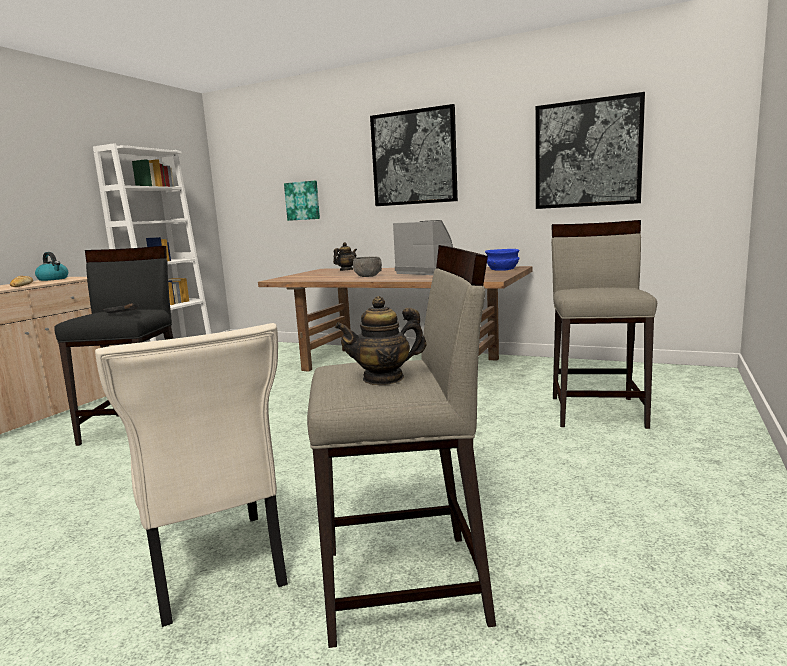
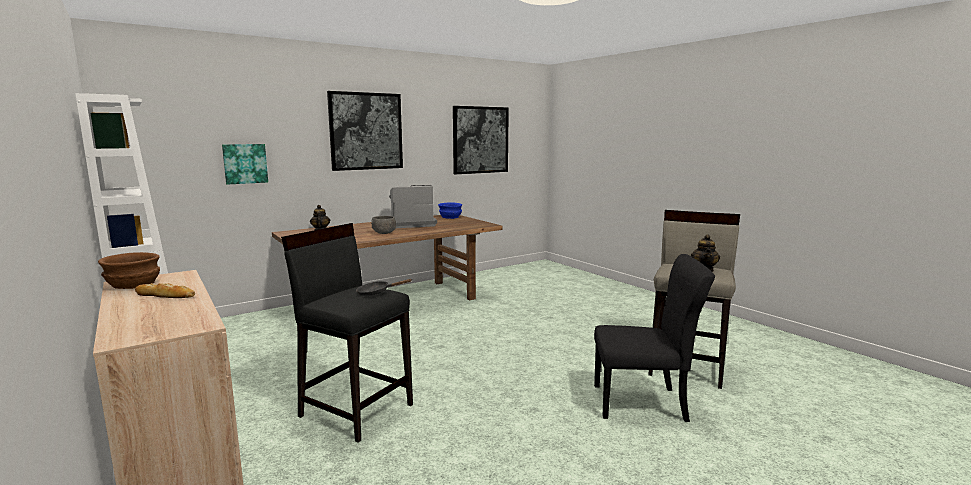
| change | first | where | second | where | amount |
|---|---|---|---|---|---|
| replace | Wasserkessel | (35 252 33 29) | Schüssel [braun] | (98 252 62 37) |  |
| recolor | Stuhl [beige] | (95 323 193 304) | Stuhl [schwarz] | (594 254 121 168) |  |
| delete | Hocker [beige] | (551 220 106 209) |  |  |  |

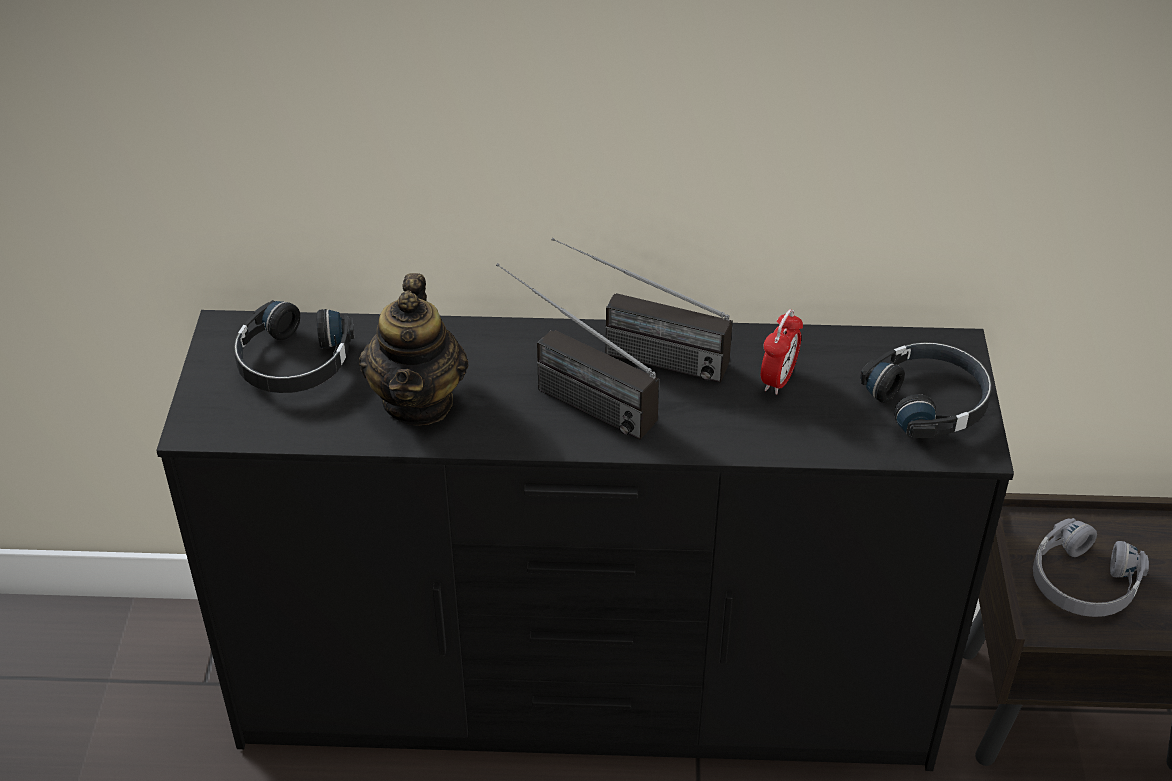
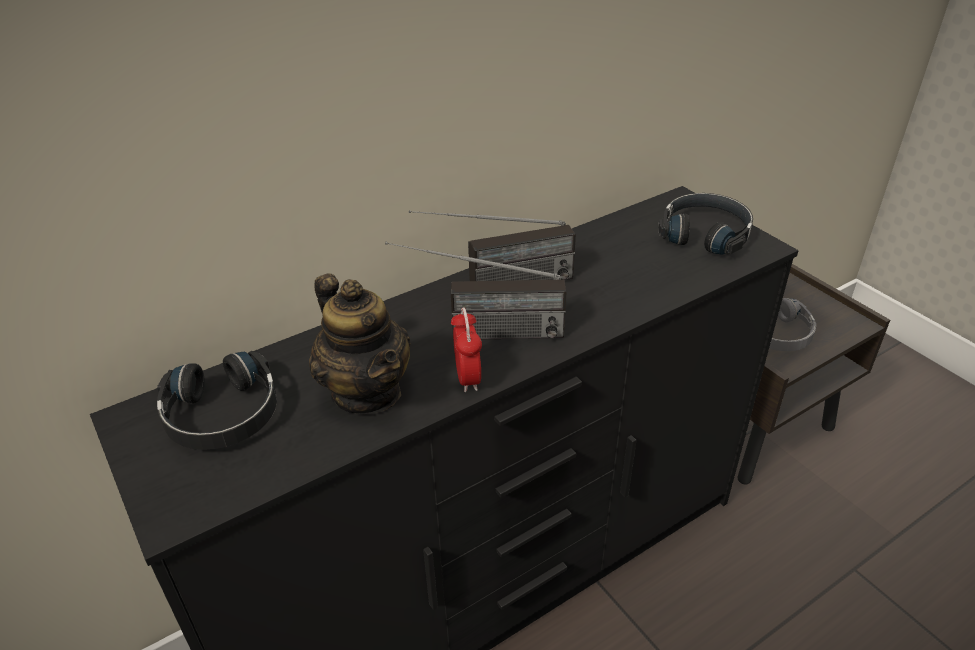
| change | first | where | second | where | amount |
|---|---|---|---|---|---|
| move | Wecker | (761 309 42 86) |  | (451 307 31 85) |  |

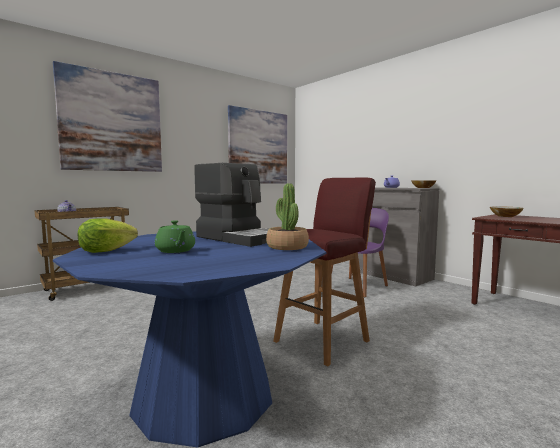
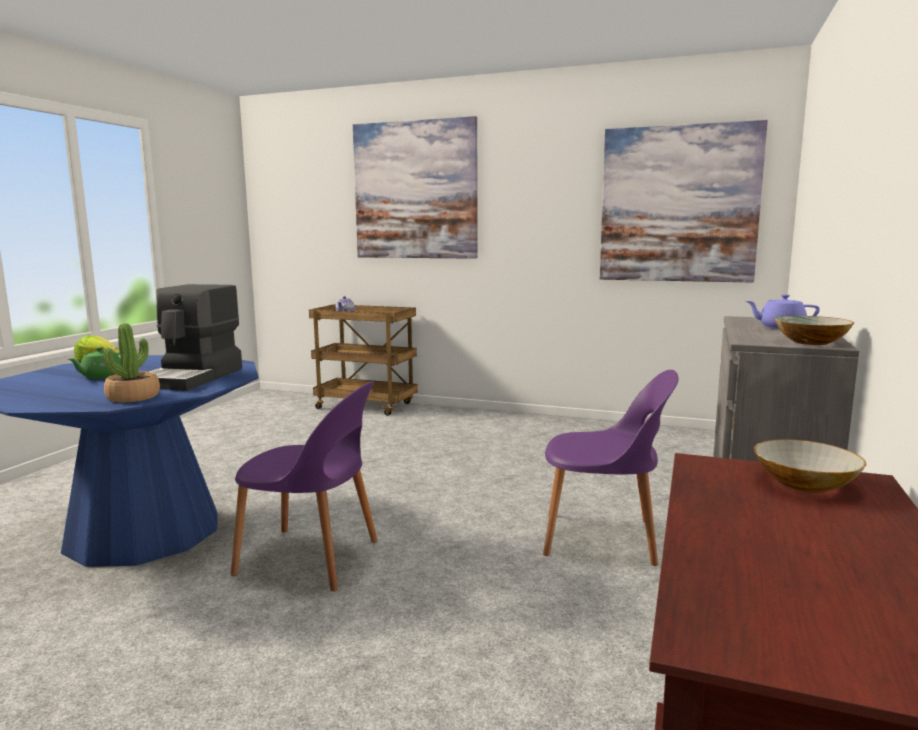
| change | first | where | second | where | amount |
|---|---|---|---|---|---|
| replace | Hocker [rot] | (273 177 103 190) | Stuhl [lila] | (231 381 147 210) |  |

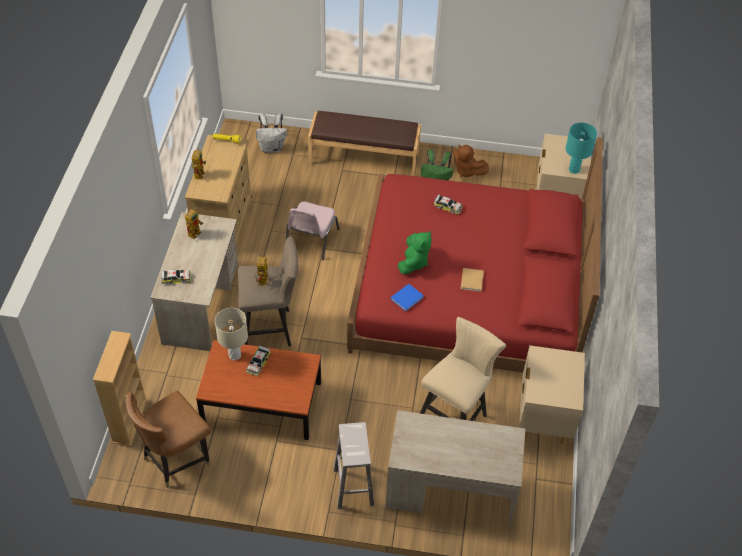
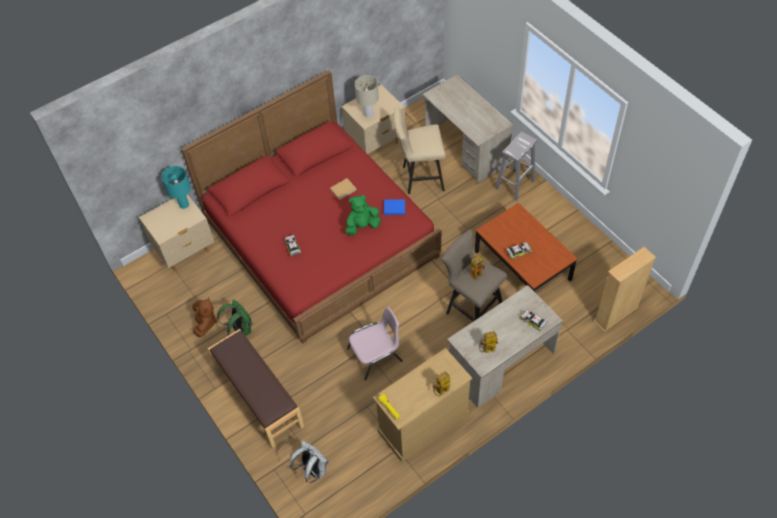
| change | first | where | second | where | amount |
|---|---|---|---|---|---|
| delete | Stuhl [braun] | (126 391 85 97) |  |  |  |
| move | Tischlampe [beige] | (215 308 33 52) |  | (355 75 24 43) |  |

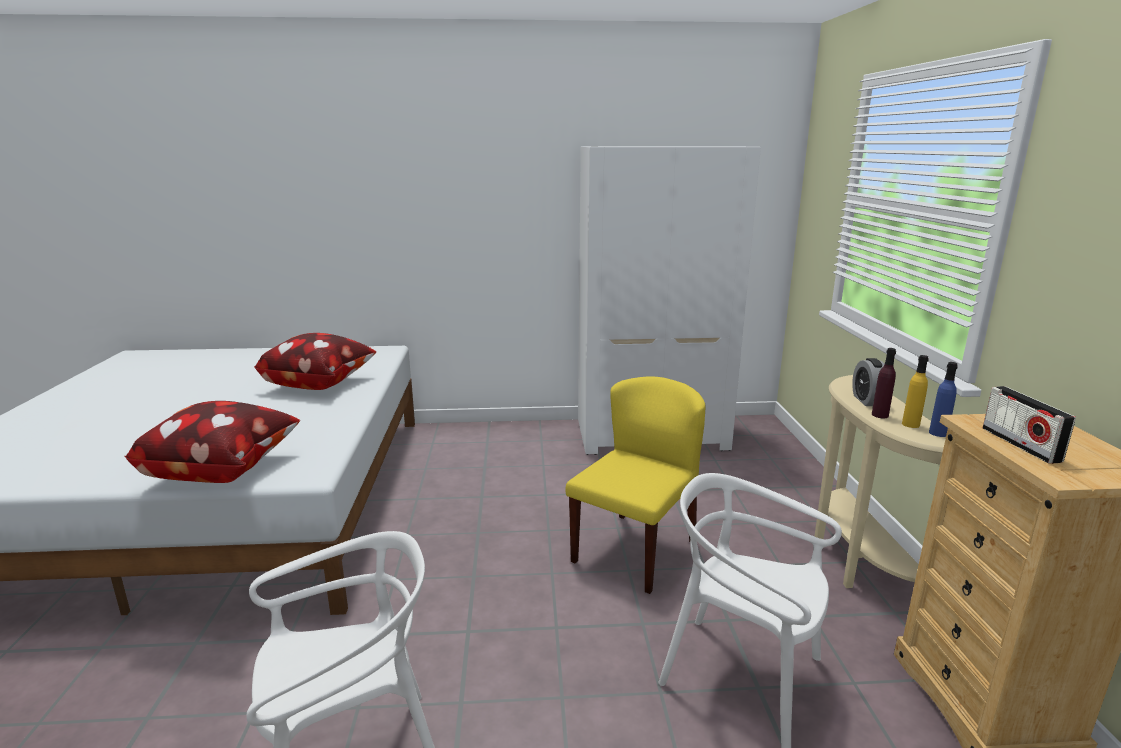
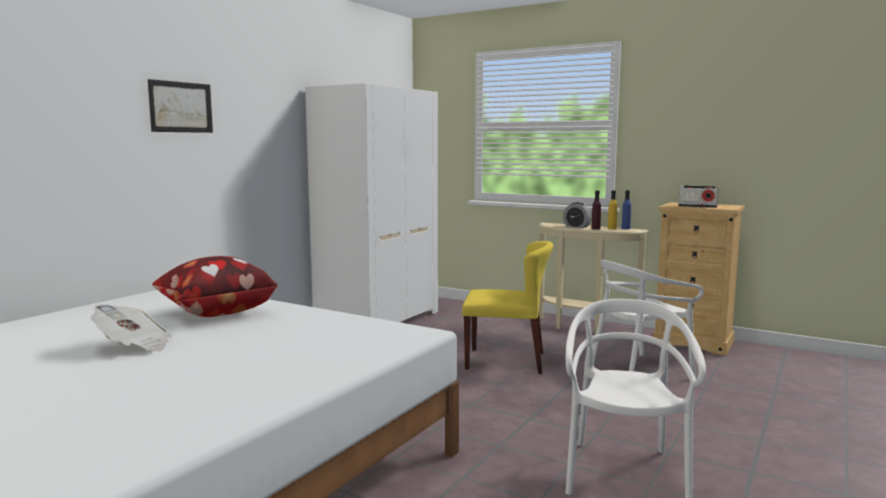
| change | first | where | second | where | amount |
|---|---|---|---|---|---|
| delete | Kissen | (125 401 175 82) |  |  |  |
| rotate | Stuhl [gelb] | (565 376 141 218) |  | (462 241 91 133) | 120 degrees clockwise |
| insert |  |  | Zeitung | (90 304 82 48) |  |
| insert |  |  | Bild | (148 79 65 54) |  |

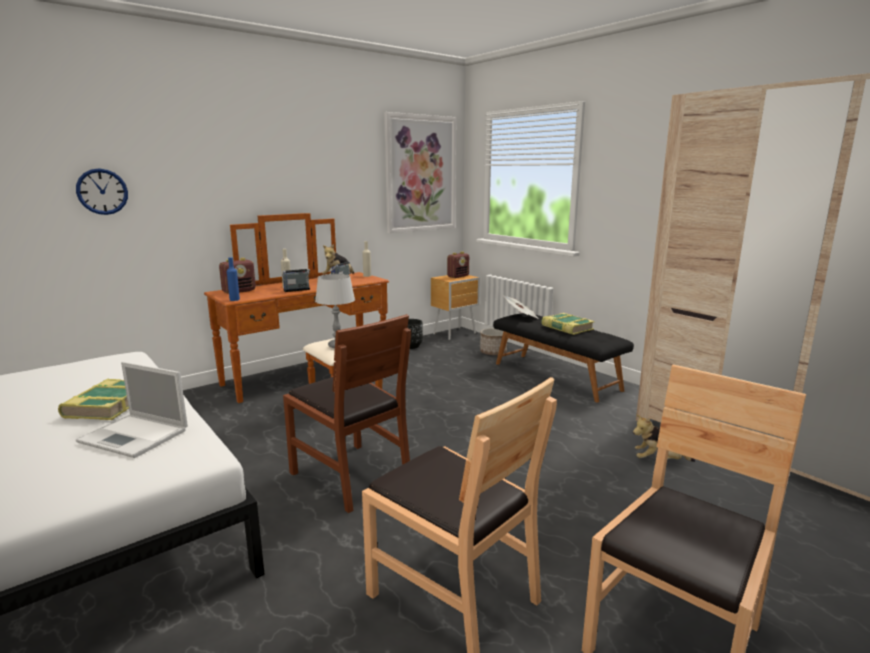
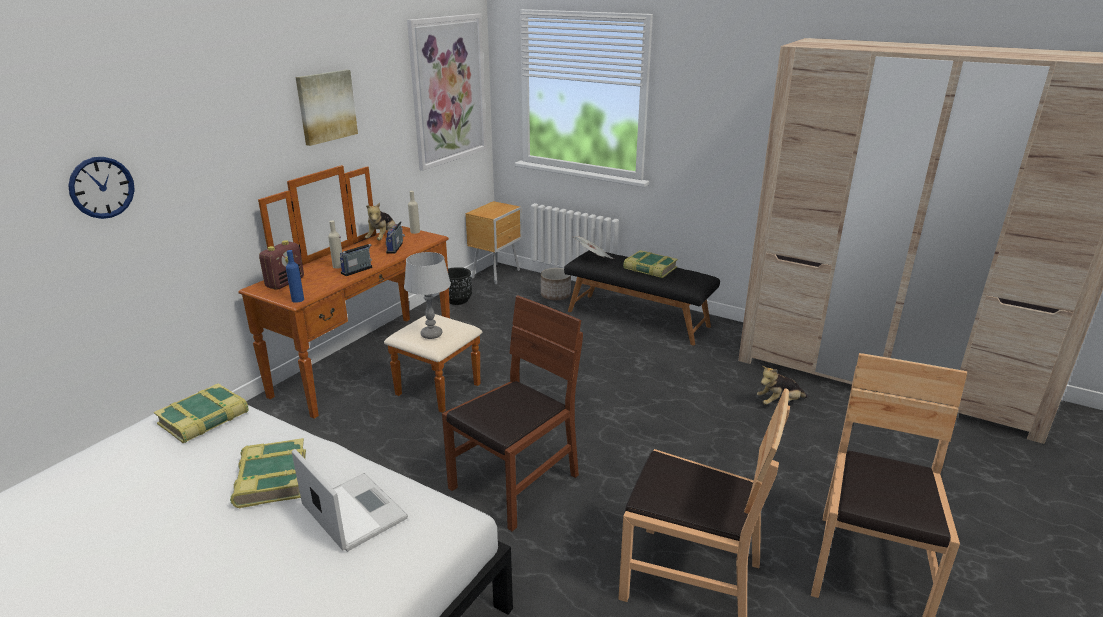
| change | first | where | second | where | amount |
|---|---|---|---|---|---|
| rotate | Laptop | (76 362 112 96) |  | (292 449 116 103) | 135 degrees counterclockwise |
| rotate | Stuhl [braun] | (283 314 128 199) |  | (442 295 141 236) | 75 degrees counterclockwise |
| delete | Radio | (447 252 22 26) |  |  |  |
| insert |  |  | Buch | (154 383 95 60) |  |
| insert |  |  | Bild | (296 69 62 77) |  |

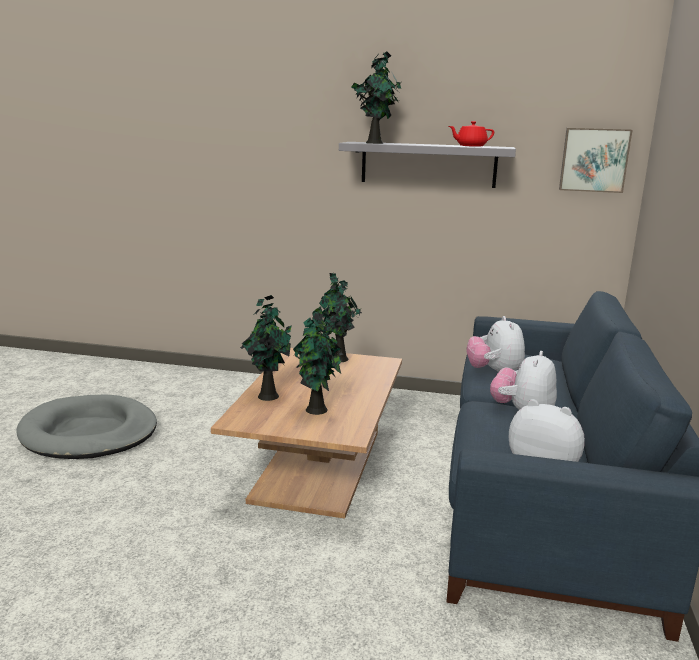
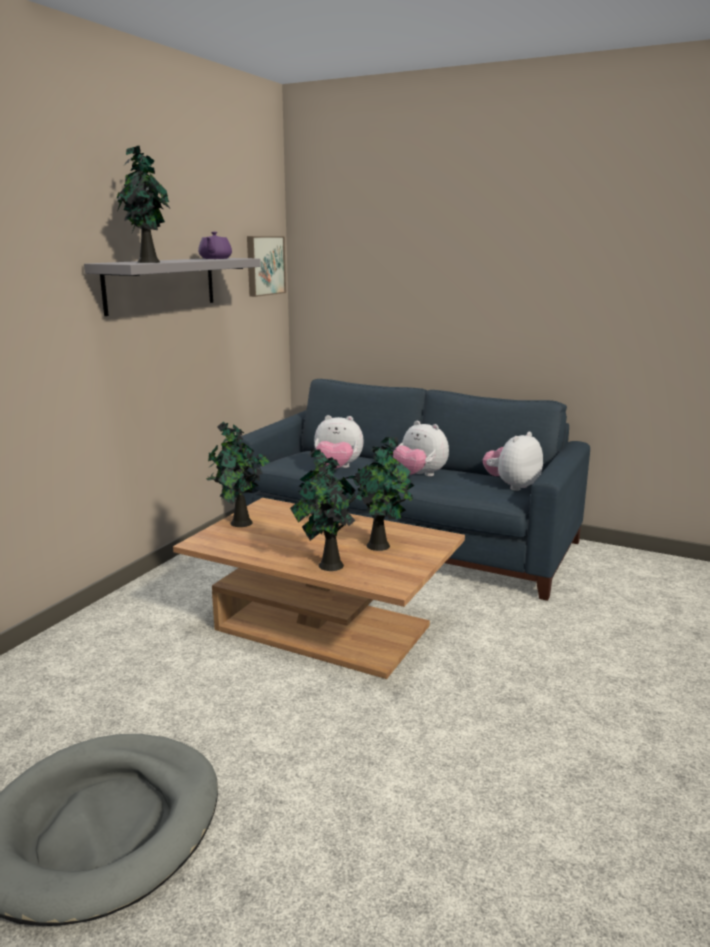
| change | first | where | second | where | amount |
|---|---|---|---|---|---|
| recolor | Teekanne [rot] | (449 121 45 26) | Teekanne [lila] | (198 232 34 27) |  |

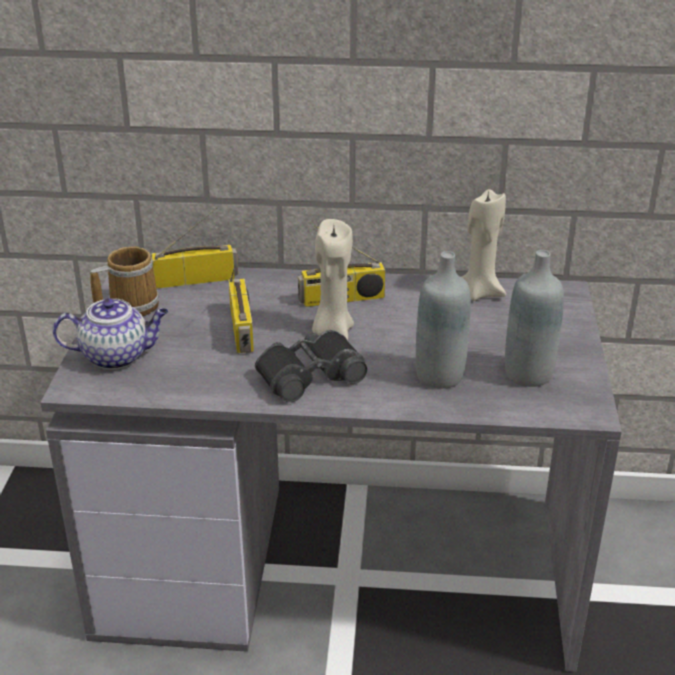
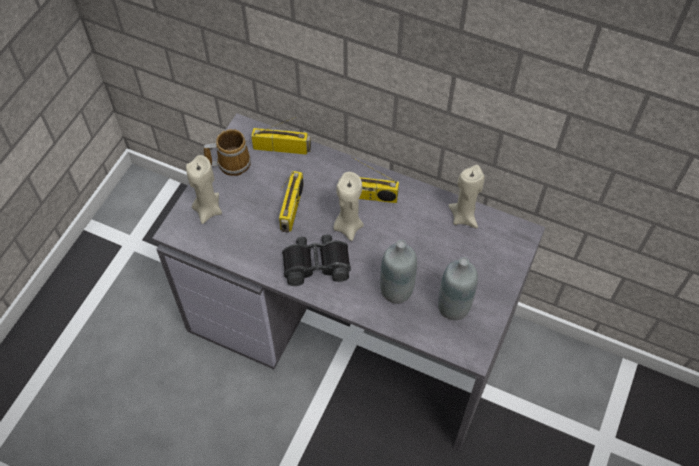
| change | first | where | second | where | amount |
|---|---|---|---|---|---|
| replace | Teekanne | (53 298 115 72) | Kerze [beige] | (186 155 36 69) |  |

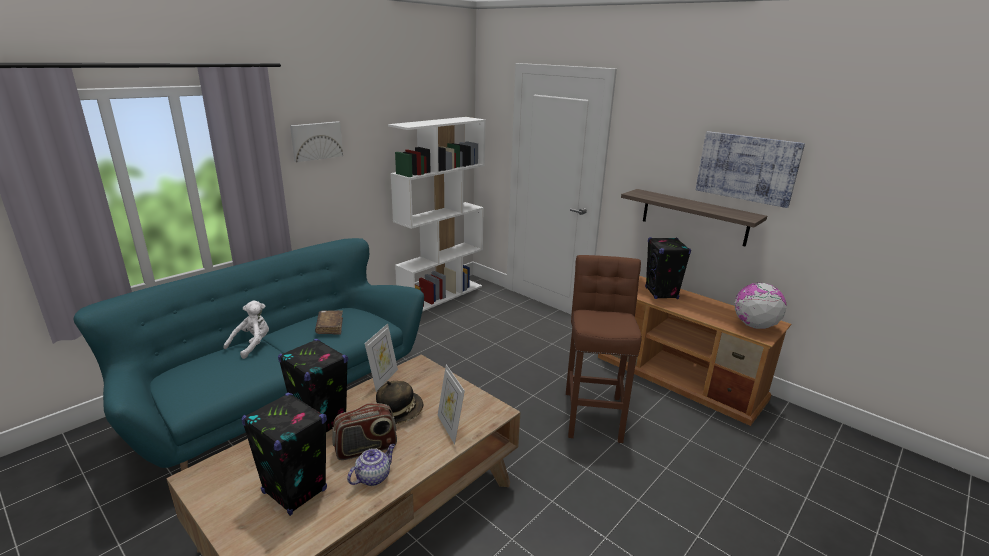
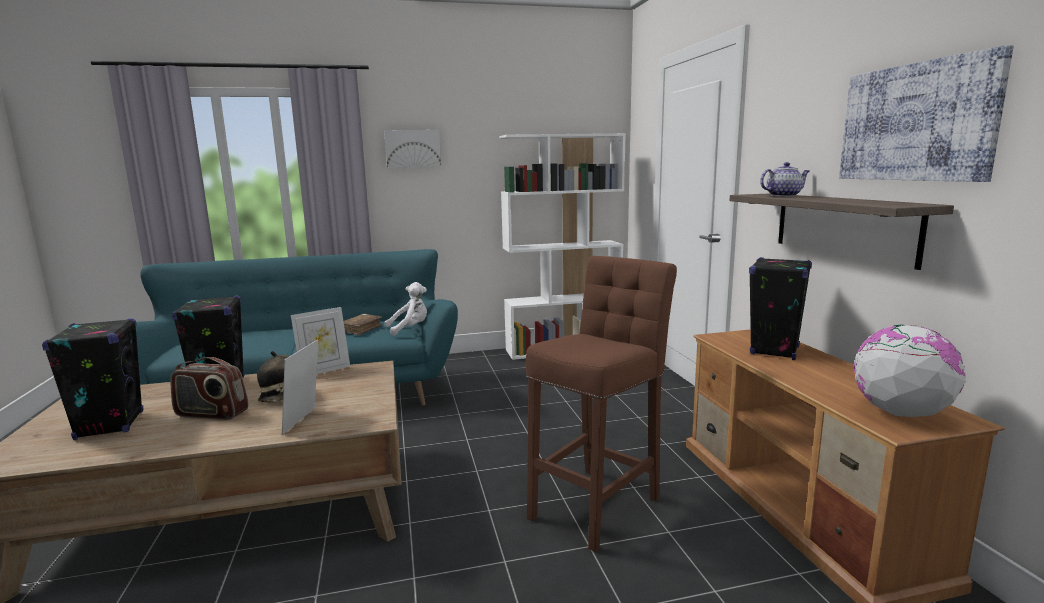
| change | first | where | second | where | amount |
|---|---|---|---|---|---|
| move | Plüschtier [weiß] | (223 300 46 59) |  | (384 282 43 54) |  |
| move | Teekanne | (347 444 48 42) |  | (760 162 50 35) |  |

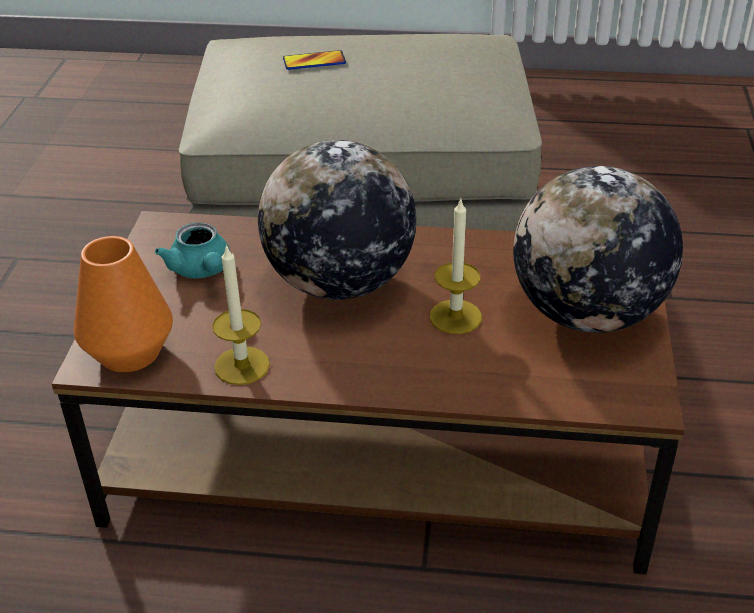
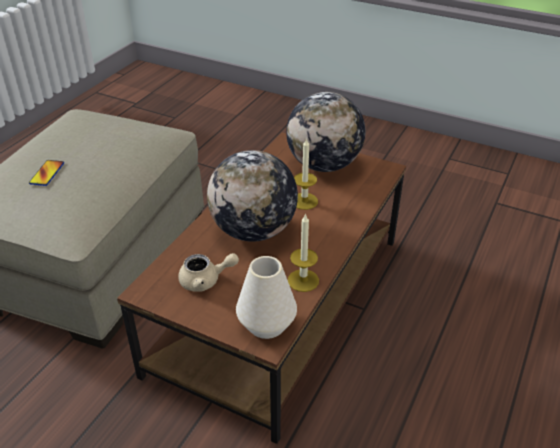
| change | first | where | second | where | amount |
|---|---|---|---|---|---|
| recolor | Vase [orange] | (74 236 99 136) | Vase [weiß] | (236 256 61 83) |  |
| recolor | Teekanne [türkis] | (155 222 75 56) | Teekanne [beige] | (178 253 61 38) |  |

